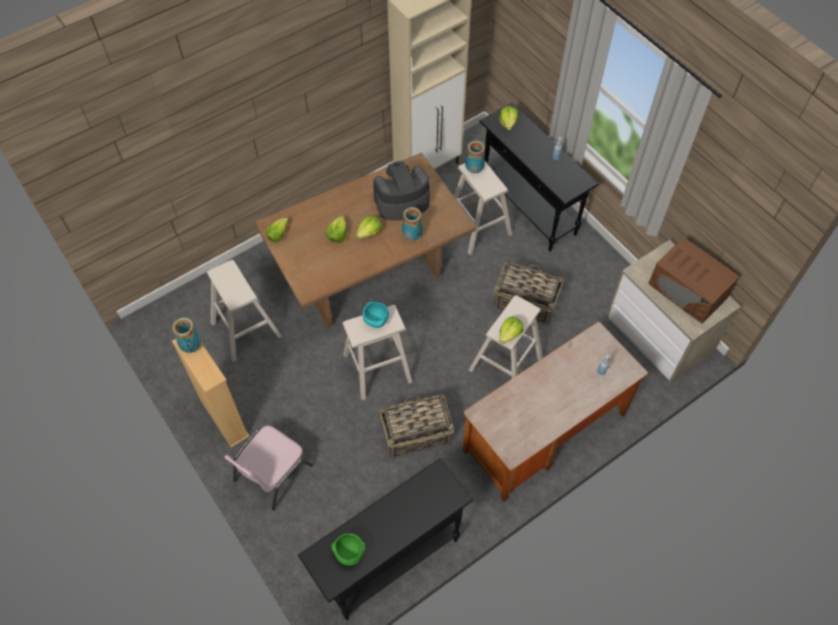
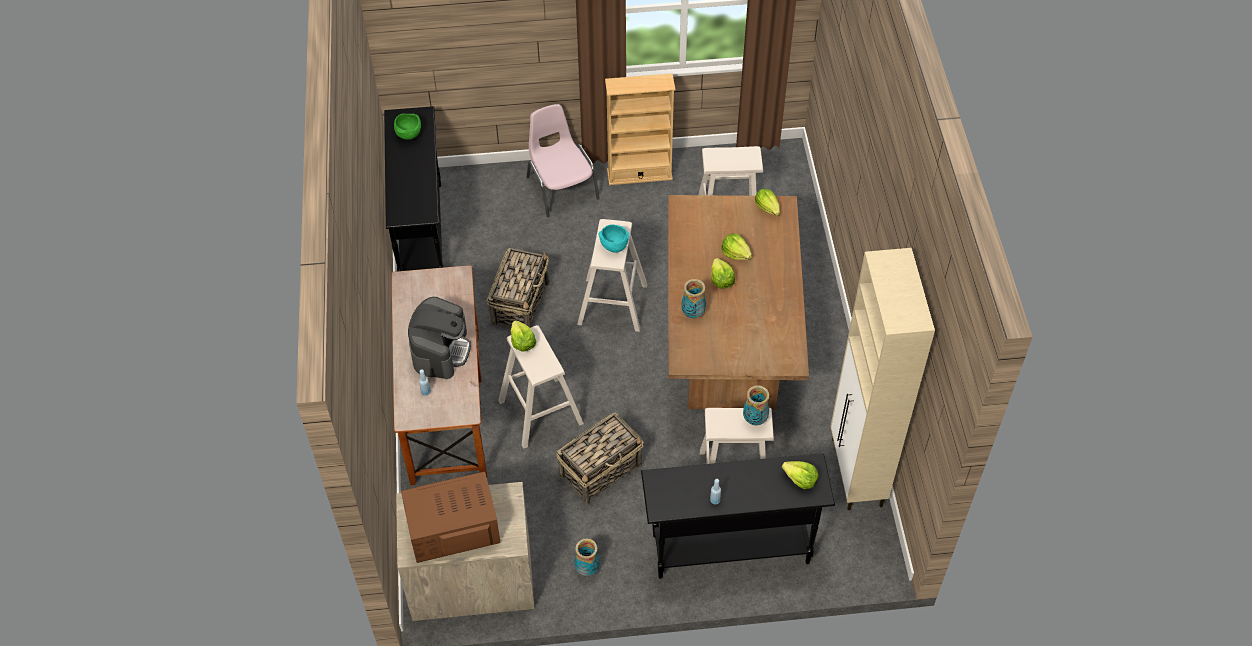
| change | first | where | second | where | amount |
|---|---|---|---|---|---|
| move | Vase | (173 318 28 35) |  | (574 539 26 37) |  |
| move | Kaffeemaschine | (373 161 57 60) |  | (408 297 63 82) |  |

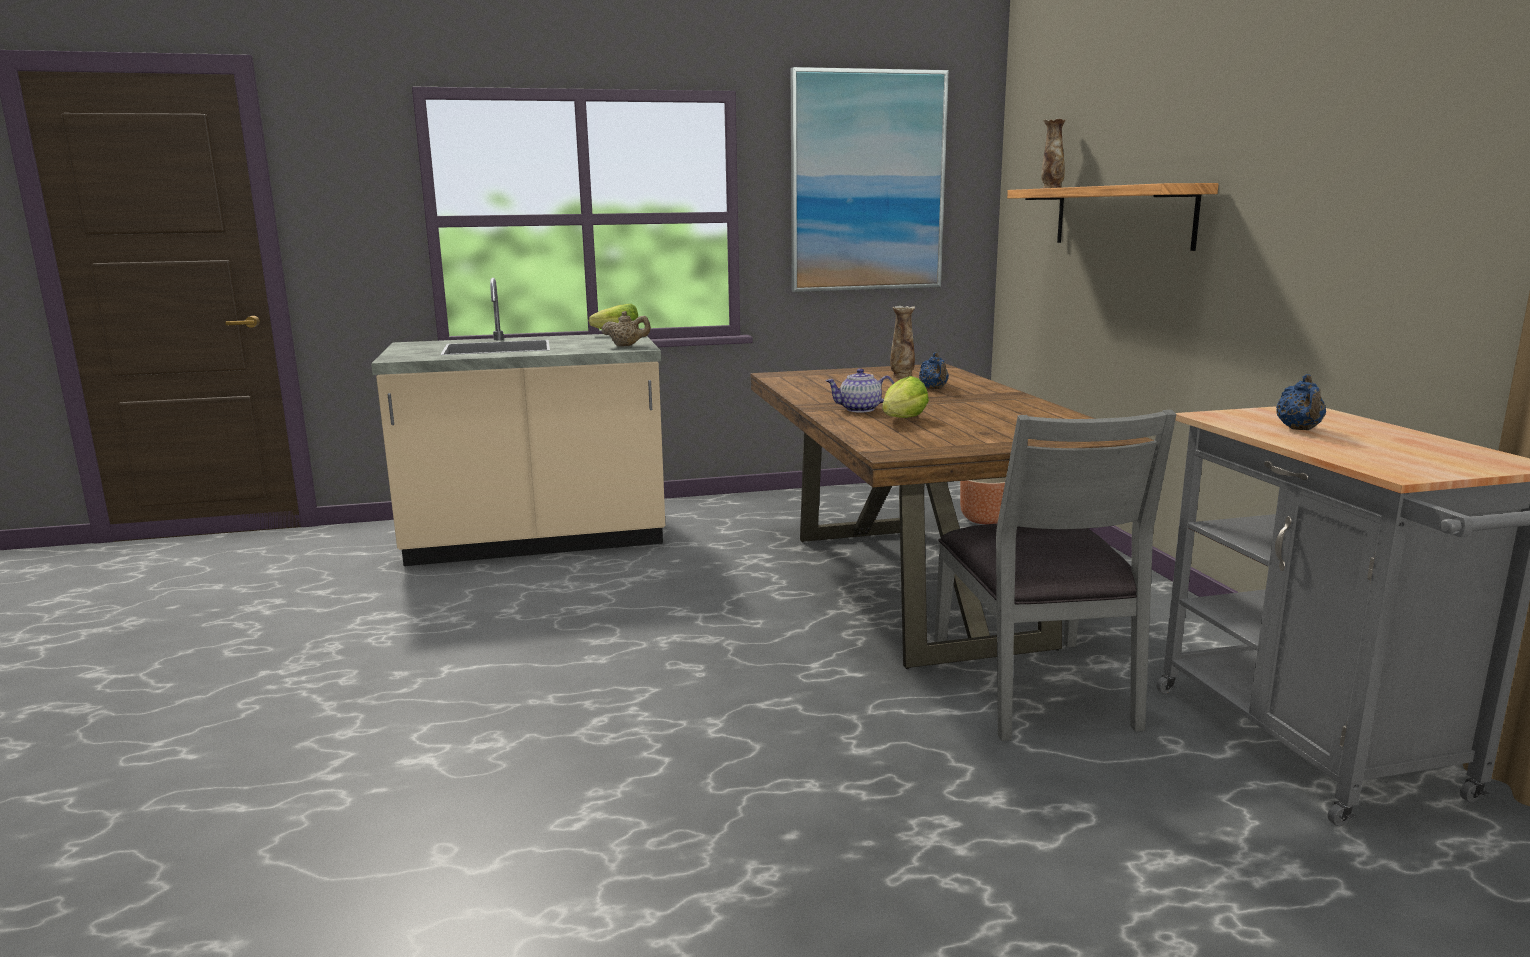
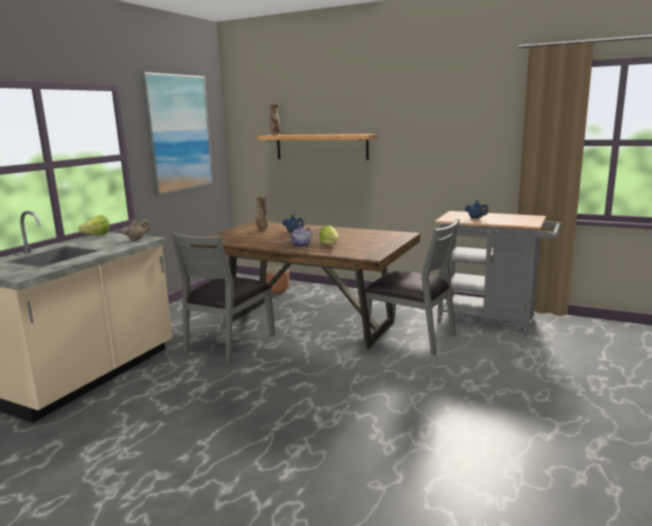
| change | first | where | second | where | amount |
|---|---|---|---|---|---|
| insert |  |  | Stuhl [grau] | (171 232 104 131) |  |

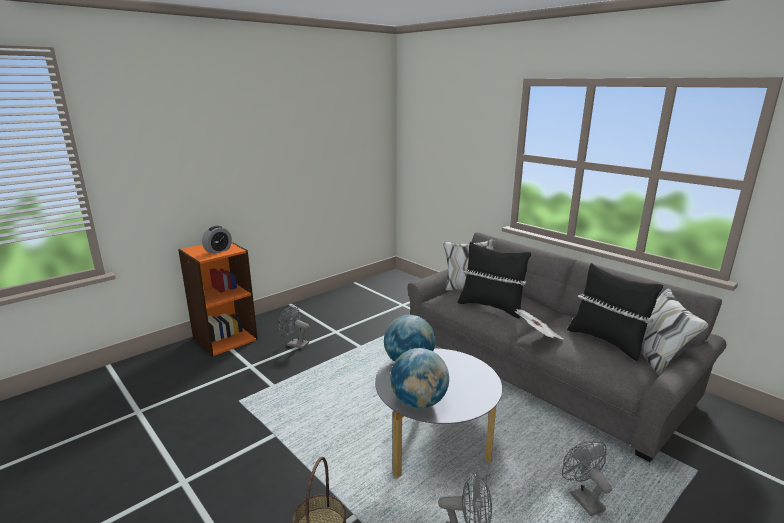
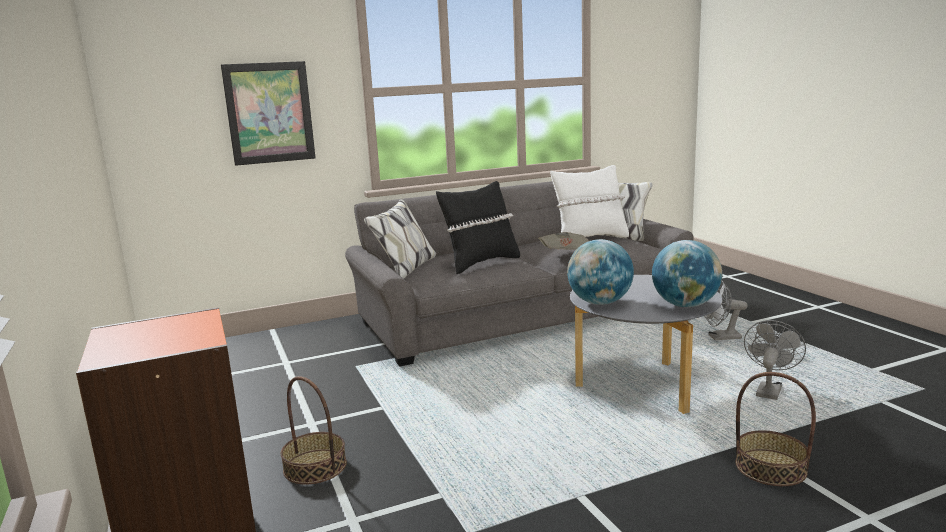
| change | first | where | second | where | amount |
|---|---|---|---|---|---|
| delete | Wecker | (202 226 30 28) |  |  |  |
| replace | Ventilator [grau] | (278 305 31 44) | Korb | (281 376 66 108) |  |
| recolor | Kissen [schwarz] | (567 263 96 98) | Kissen [weiß] | (550 165 79 72) |  |
| insert |  |  | Bild | (221 61 95 105) |  |

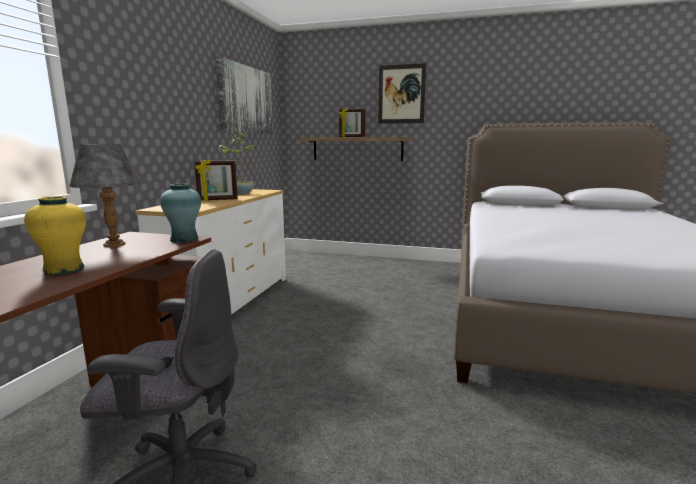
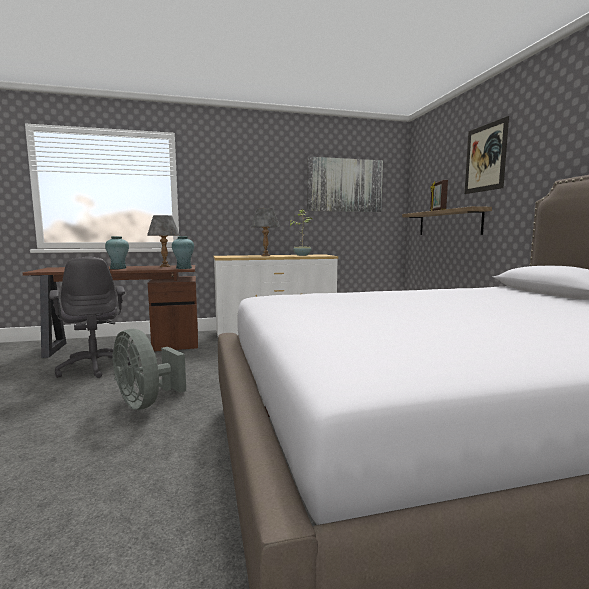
| change | first | where | second | where | amount |
|---|---|---|---|---|---|
| recolor | Vase [gelb] | (24 196 62 79) | Vase [türkis] | (105 236 24 33) |  |
| replace | Bilderrahmen | (194 159 44 42) | Tischlampe [grau] | (251 208 29 48) |  |
| insert |  |  | Ventilator [grau] | (112 329 74 81) |  |

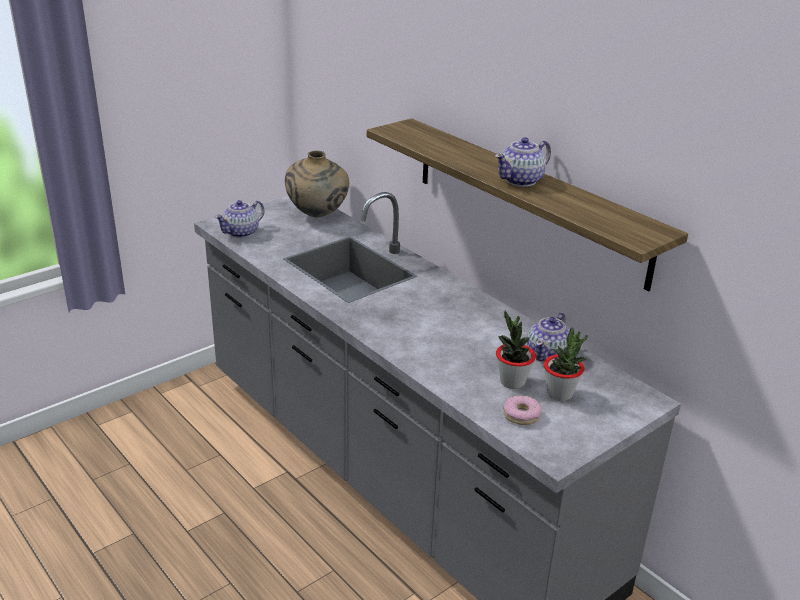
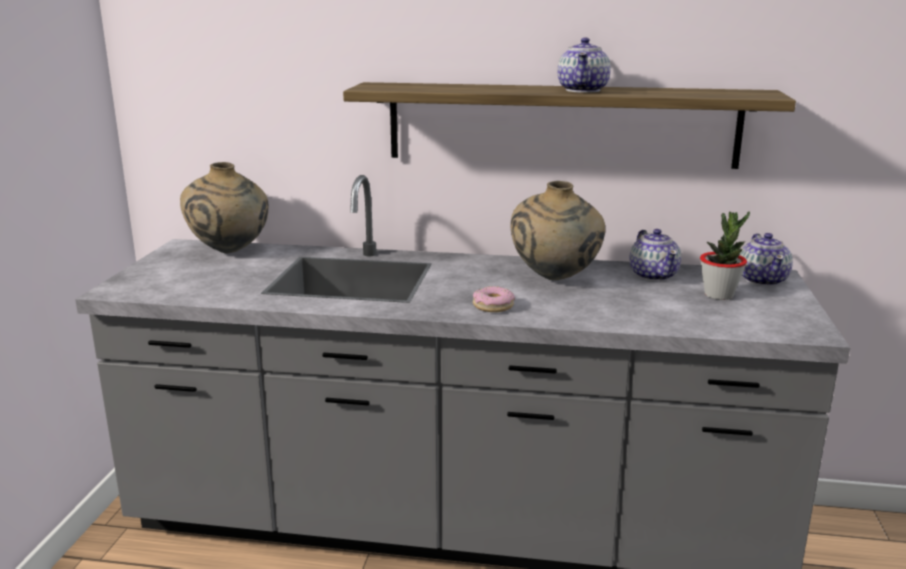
| change | first | where | second | where | amount |
|---|---|---|---|---|---|
| move | Teekanne | (215 200 49 38) |  | (739 233 54 53) |  |
| delete | Topfpflanze | (496 310 40 79) |  |  |  |
| move | Donut | (503 396 39 29) |  | (473 286 42 26) |  |
| insert |  |  | Vase [beige] | (510 181 95 99) |  |

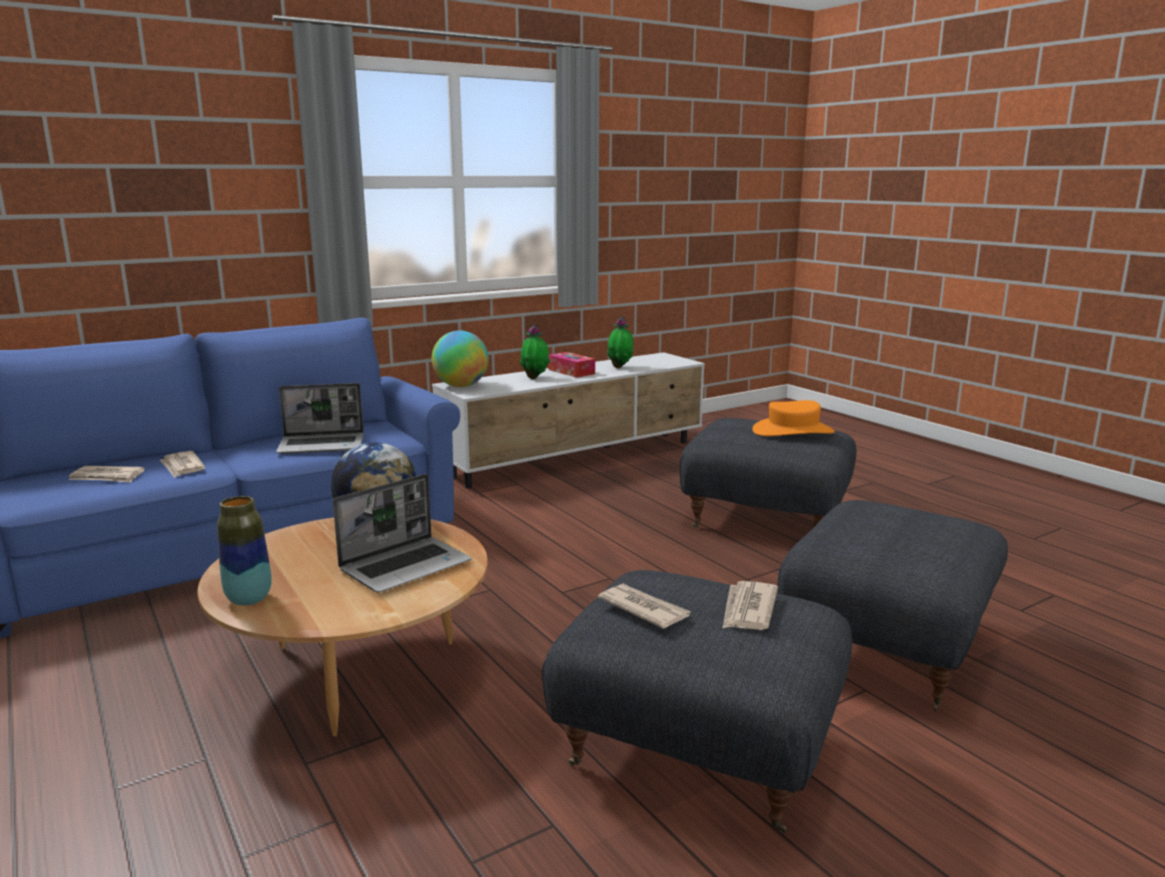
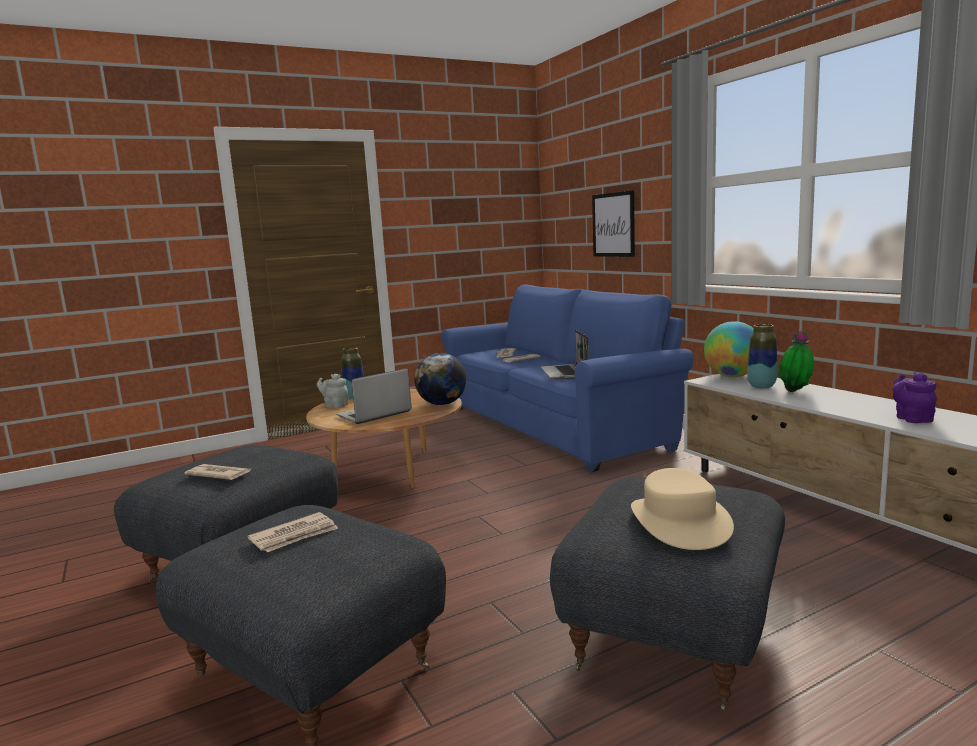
| change | first | where | second | where | amount |
|---|---|---|---|---|---|
| rotate | Laptop | (333 474 138 119) |  | (336 368 76 56) | 90 degrees clockwise |
| delete | Taschentuchbox | (548 352 47 26) |  |  |  |
| move | Zeitung | (598 584 93 45) |  | (248 512 90 40) |  |
| replace | Topfpflanze | (607 317 27 51) | Teekanne [lila] | (892 372 45 51) |  |
| recolor | Hut [orange] | (752 400 82 36) | Hut [beige] | (631 468 103 82) |  |
| insert |  |  | Teekanne [grau] | (317 374 31 34) |  |
| insert |  |  | Bild | (592 190 43 67) |  |
| insert |  |  | Vase | (747 324 30 65) |  |

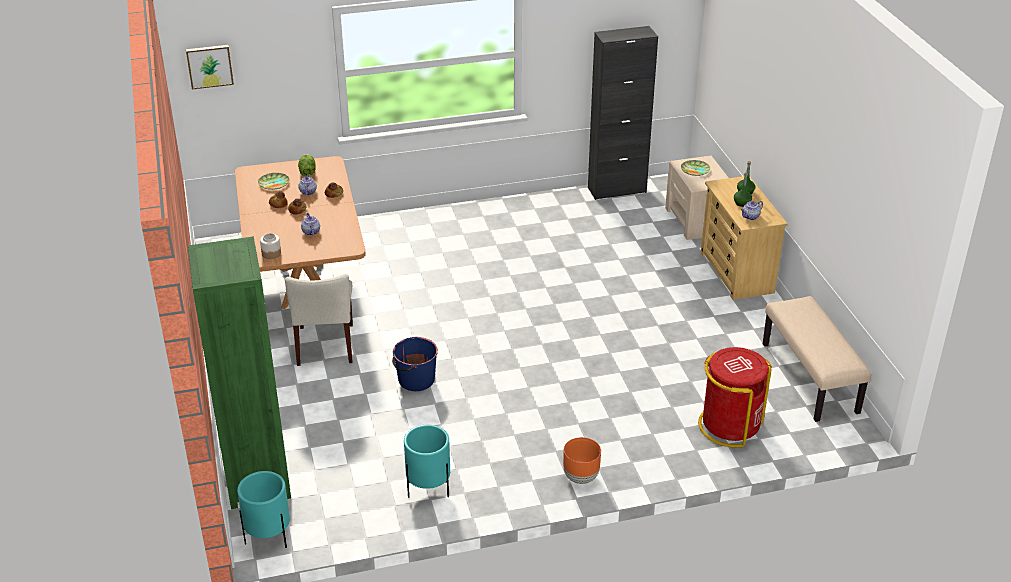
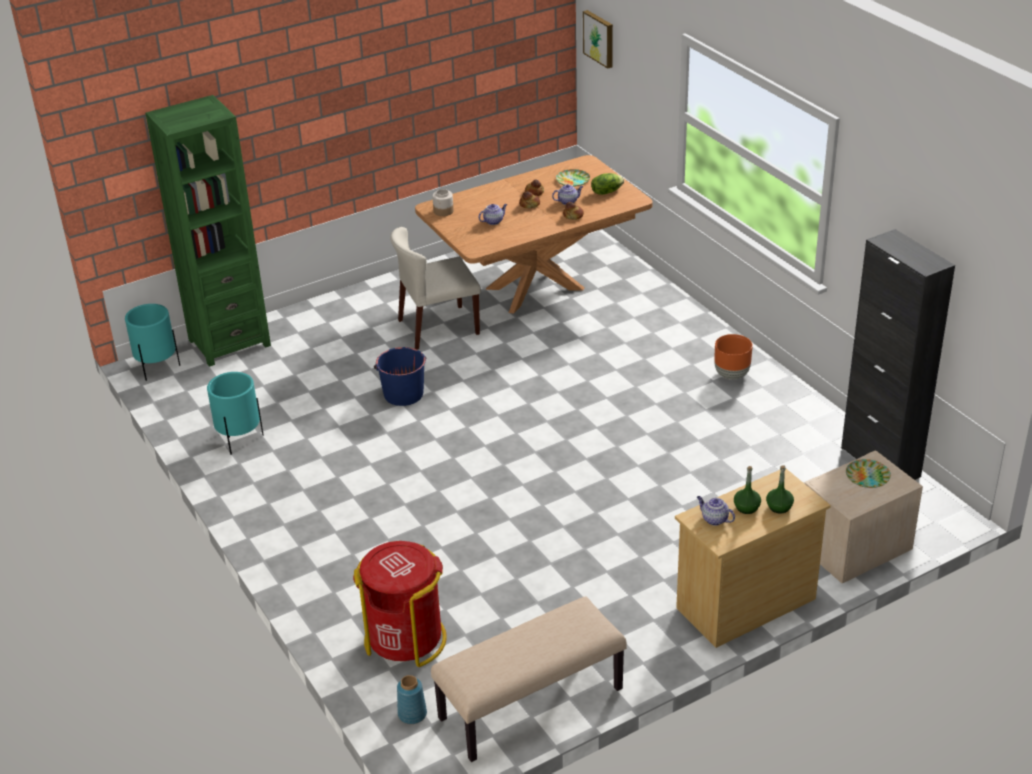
| change | first | where | second | where | amount |
|---|---|---|---|---|---|
| move | Pflanzkübel [orange] | (563 437 38 47) |  | (714 334 39 46) |  |
| insert |  |  | Vase [blau] | (397 675 30 49) |  |

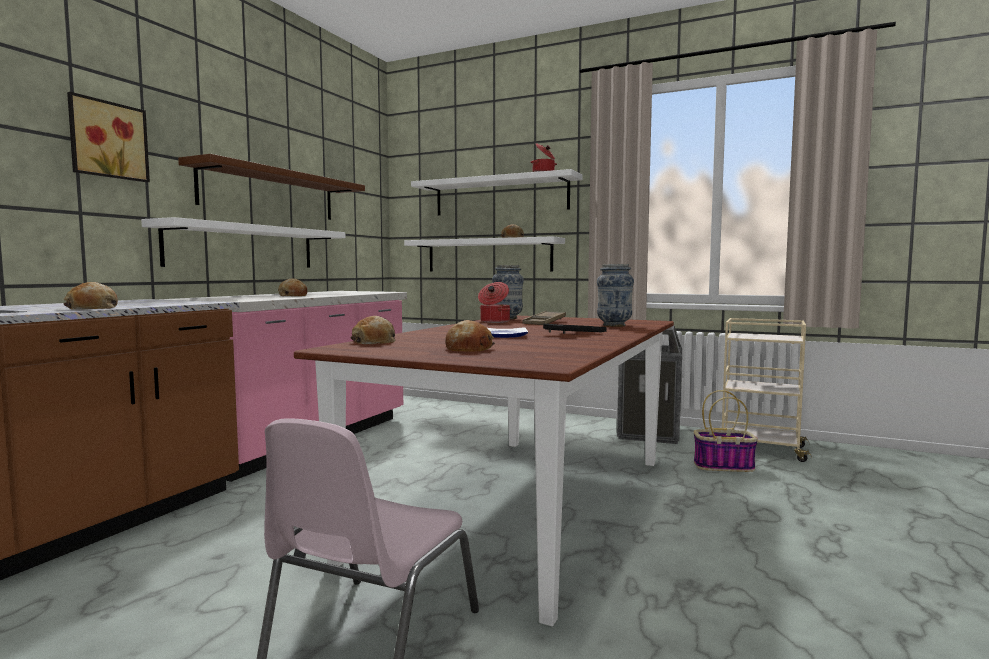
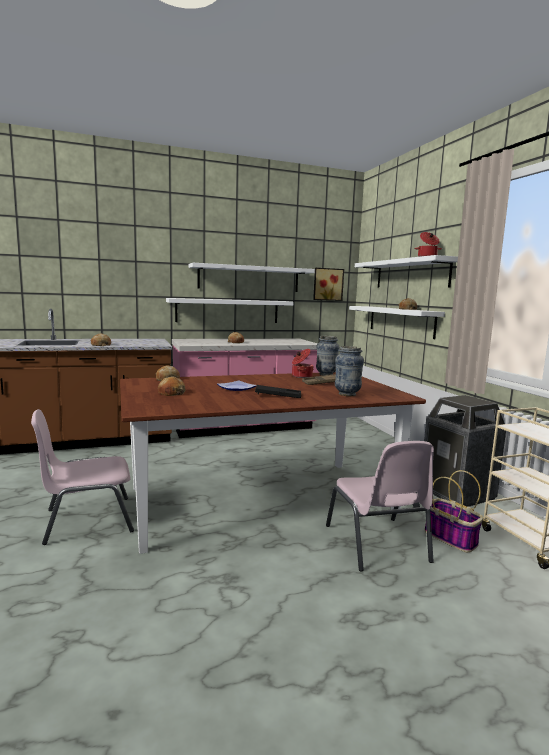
| change | first | where | second | where | amount |
|---|---|---|---|---|---|
| move | Bild | (67 92 83 90) |  | (313 268 31 33) |  |
| recolor | Wandregal [braun] | (178 154 187 66) | Wandregal [weiß] | (189 263 126 29) |  |
| insert |  |  | Stuhl [rosa] | (326 441 108 130) |  |

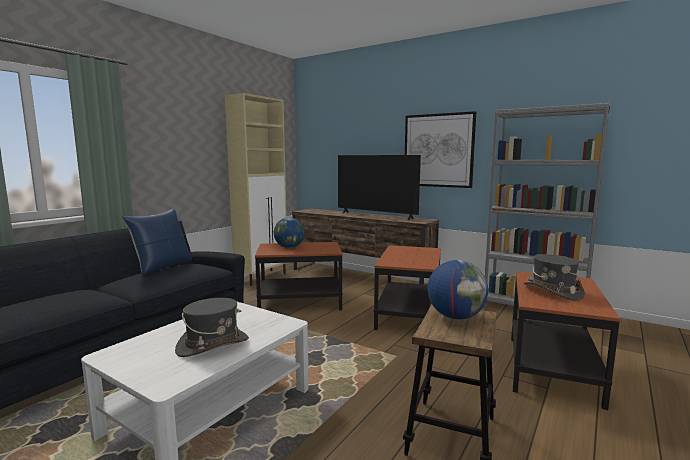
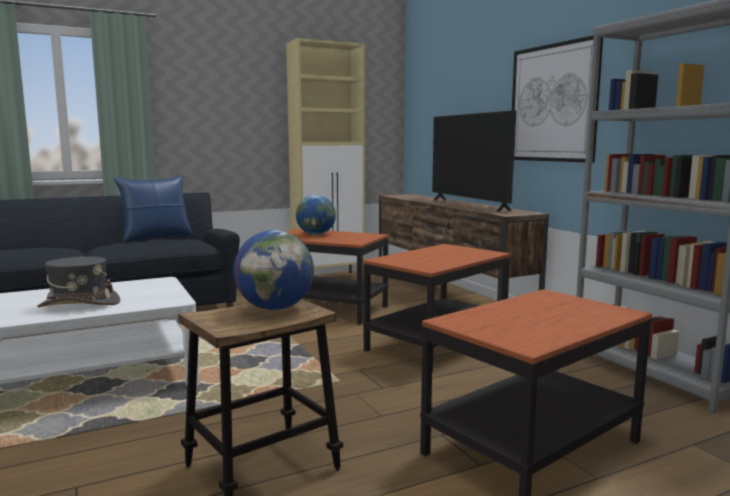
| change | first | where | second | where | amount |
|---|---|---|---|---|---|
| delete | Hut [grau] | (524 254 61 47) |  |  |  |

